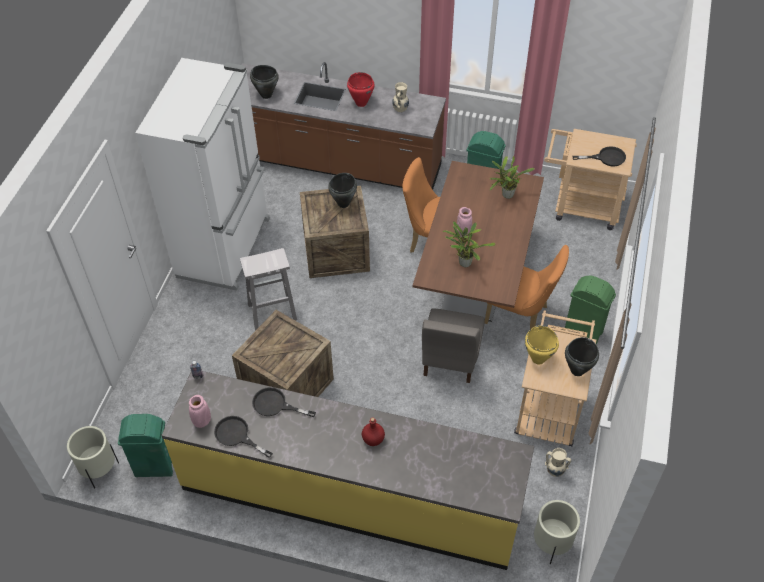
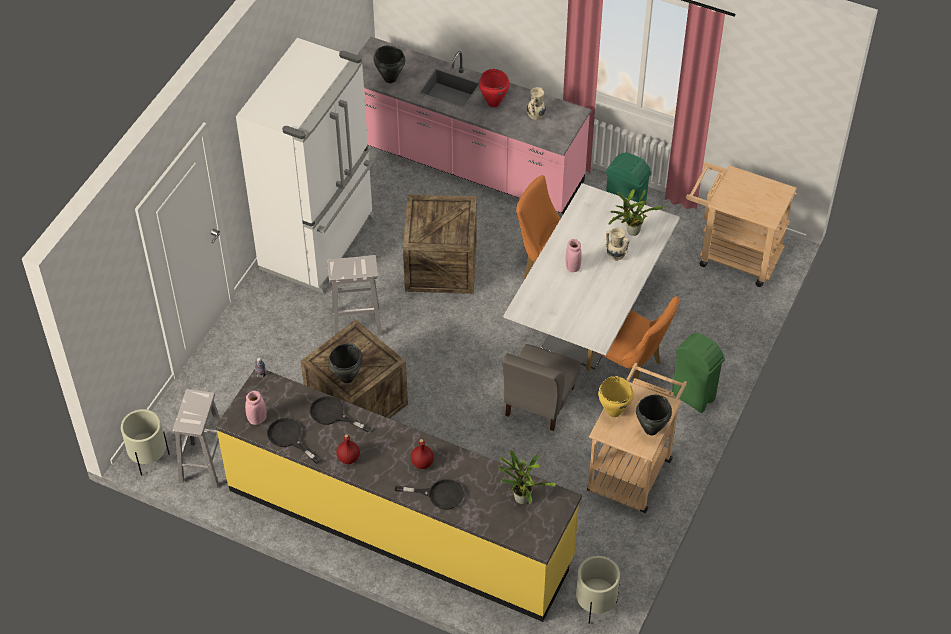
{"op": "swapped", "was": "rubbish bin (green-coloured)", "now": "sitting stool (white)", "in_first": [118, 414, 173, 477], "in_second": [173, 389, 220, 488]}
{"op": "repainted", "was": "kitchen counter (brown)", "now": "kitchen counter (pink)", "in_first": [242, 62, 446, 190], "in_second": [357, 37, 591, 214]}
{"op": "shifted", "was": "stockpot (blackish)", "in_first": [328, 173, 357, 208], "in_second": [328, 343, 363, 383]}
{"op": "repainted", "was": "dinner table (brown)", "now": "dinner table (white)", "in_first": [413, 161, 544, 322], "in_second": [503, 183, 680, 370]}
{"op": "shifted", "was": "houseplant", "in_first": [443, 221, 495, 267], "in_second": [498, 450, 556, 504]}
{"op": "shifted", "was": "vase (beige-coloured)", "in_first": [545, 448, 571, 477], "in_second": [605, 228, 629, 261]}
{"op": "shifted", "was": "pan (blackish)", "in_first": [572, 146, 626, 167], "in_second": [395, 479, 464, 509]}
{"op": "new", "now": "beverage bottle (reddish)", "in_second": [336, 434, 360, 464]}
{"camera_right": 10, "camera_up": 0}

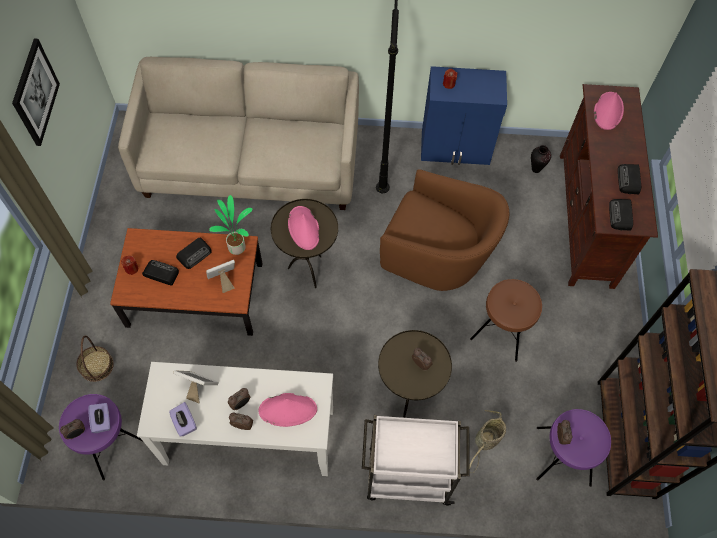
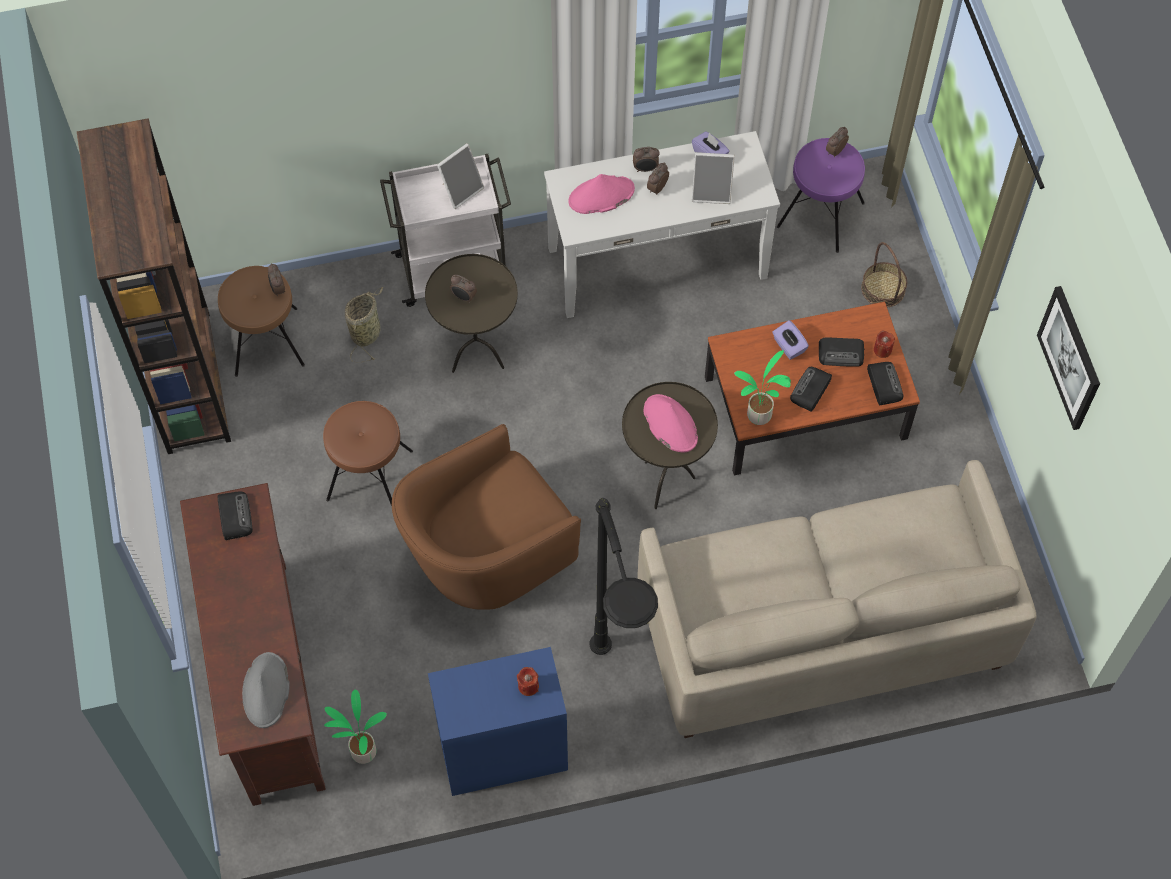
{"op": "shifted", "was": "tissue holder (purple-coloured)", "in_first": [88, 403, 110, 433], "in_second": [772, 320, 809, 360]}
{"op": "shifted", "was": "photo frame", "in_first": [206, 260, 235, 293], "in_second": [437, 143, 484, 209]}
{"op": "rotated", "was": "easy chair (brown)", "in_first": [380, 169, 509, 291], "in_second": [392, 424, 581, 610], "clockwise": -45}
{"op": "swapped", "was": "vase", "now": "houseplant", "in_first": [531, 145, 551, 173], "in_second": [324, 690, 387, 764]}
{"op": "repainted", "was": "sitting stool (purple-coloured)", "now": "sitting stool (brown)", "in_first": [536, 409, 611, 487], "in_second": [218, 266, 305, 377]}
{"op": "repainted", "was": "wearable hat (pink)", "now": "wearable hat (greyish)", "in_first": [594, 92, 624, 130], "in_second": [242, 652, 290, 728]}
{"op": "shifted", "was": "radio", "in_first": [618, 164, 641, 194], "in_second": [867, 362, 903, 405]}
{"camera_right": 165, "camera_up": 0}

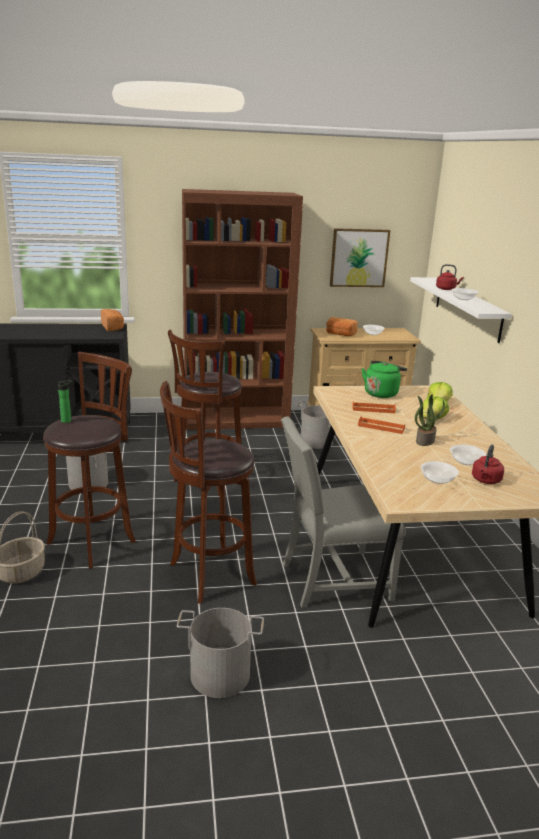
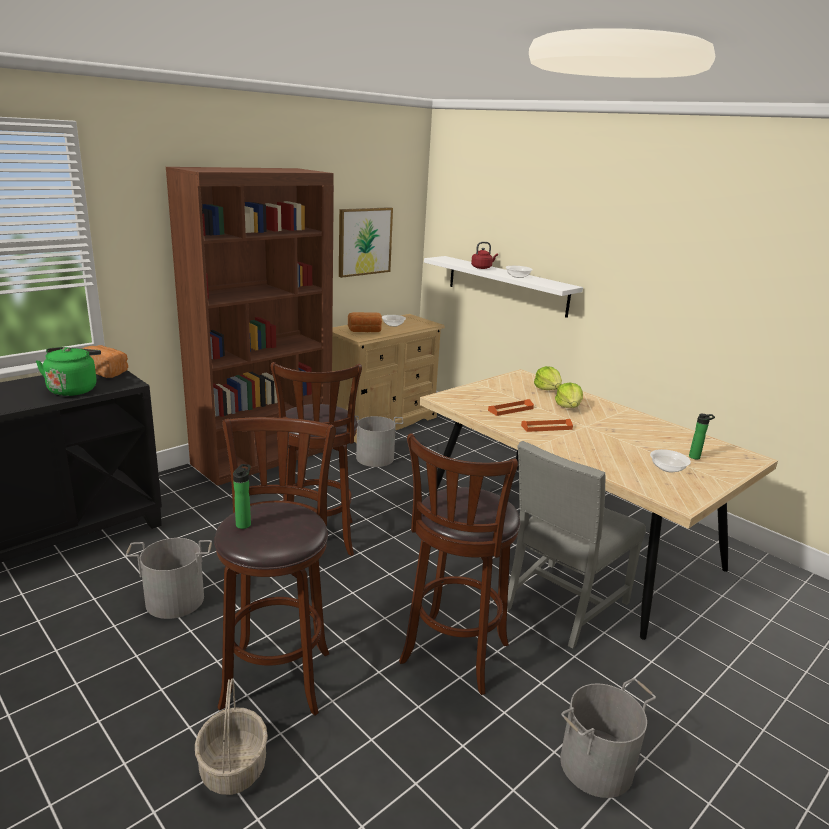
{"op": "shifted", "was": "tea kettle (green-coloured)", "in_first": [362, 361, 407, 398], "in_second": [36, 347, 101, 396]}
{"op": "gone", "was": "houseplant", "in_first": [415, 394, 445, 446]}
{"op": "gone", "was": "deep dish", "in_first": [450, 444, 486, 465]}
{"op": "swapped", "was": "tea kettle (reddish)", "now": "beverage bottle", "in_first": [472, 444, 504, 484], "in_second": [689, 414, 715, 459]}
{"camera_right": -35, "camera_up": 0}

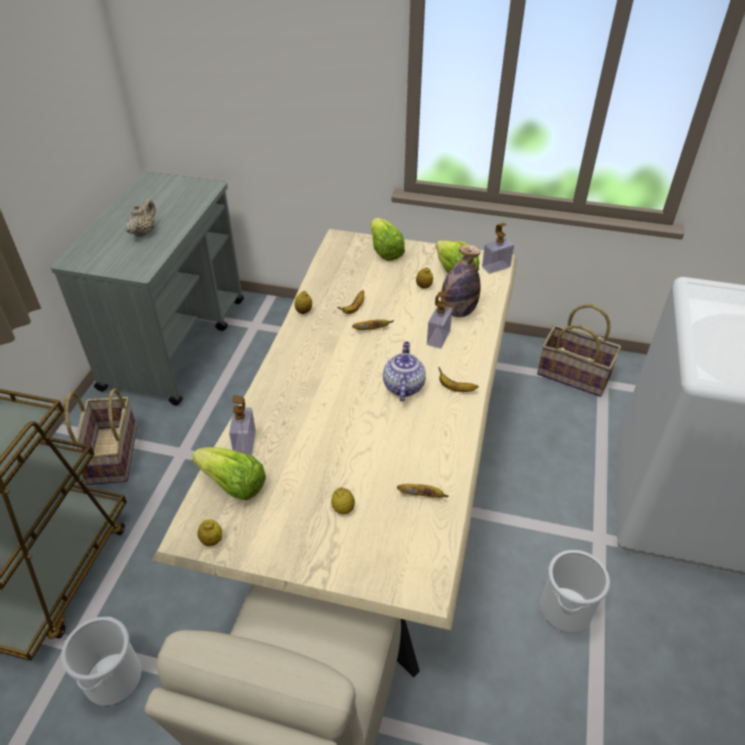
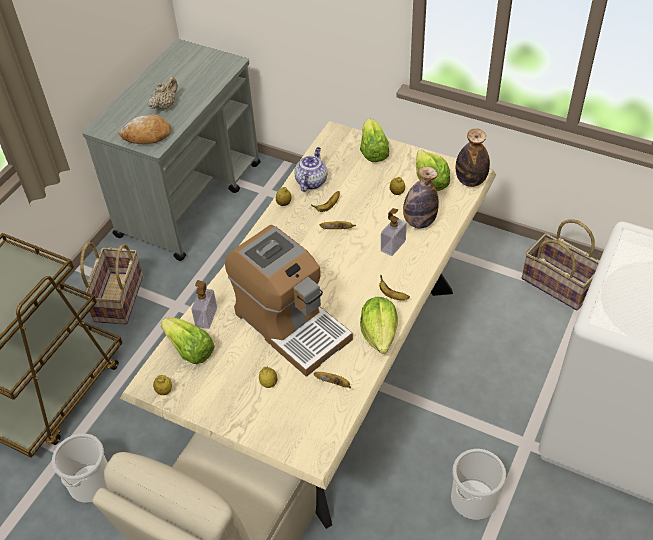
{"op": "shifted", "was": "pot for tea", "in_first": [383, 342, 426, 401], "in_second": [294, 147, 327, 192]}
{"op": "swapped", "was": "liquid soap bottle", "now": "beverage bottle", "in_first": [482, 223, 514, 274], "in_second": [456, 129, 490, 187]}
{"op": "new", "now": "baked bread", "in_second": [119, 115, 171, 144]}
{"op": "new", "now": "coffee brewer", "in_second": [225, 225, 353, 377]}
{"op": "new", "now": "lettuce", "in_second": [360, 297, 398, 354]}
{"camera_right": 15, "camera_up": 5}

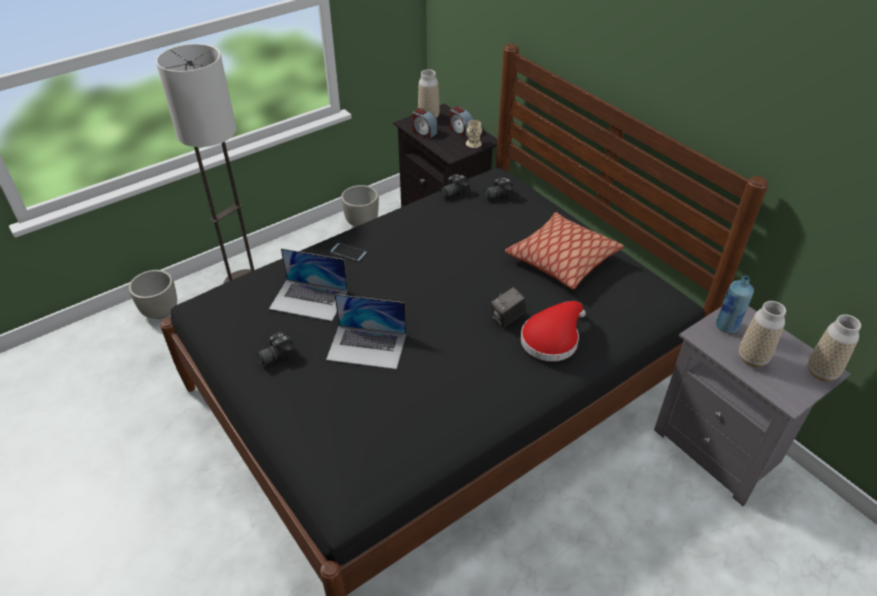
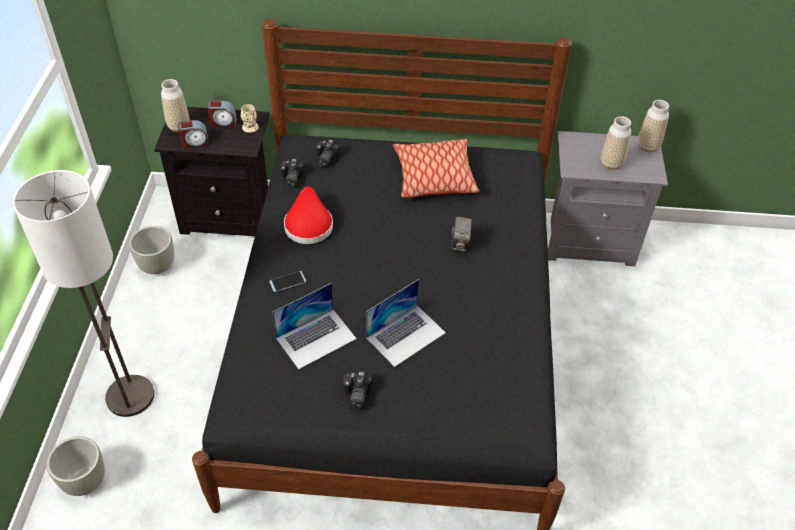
{"op": "shifted", "was": "wearable hat (reddish)", "in_first": [521, 301, 586, 362], "in_second": [284, 186, 333, 244]}
{"op": "gone", "was": "beverage bottle (blue-coloured)", "in_first": [716, 276, 754, 333]}
{"camera_right": -50, "camera_up": 5}

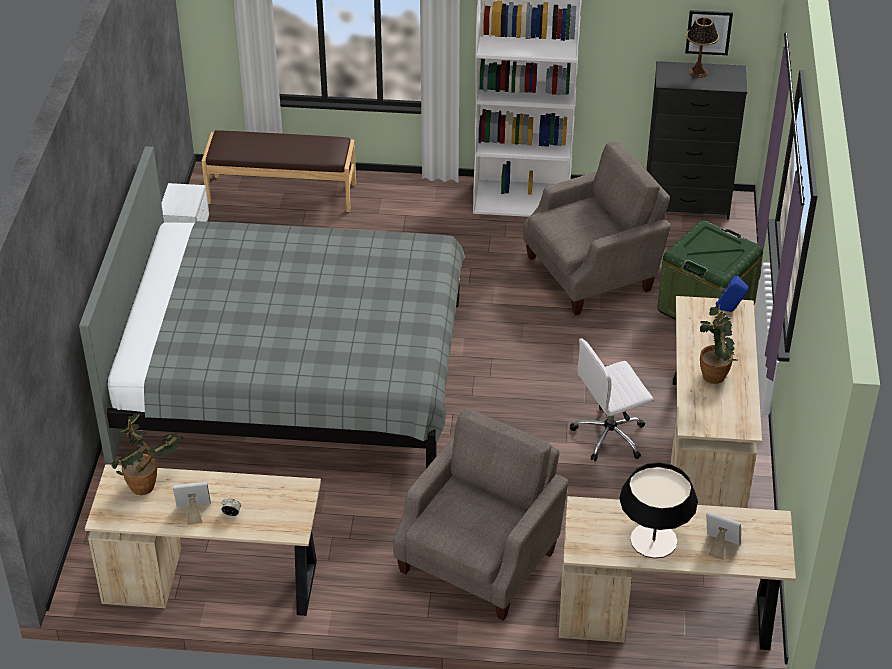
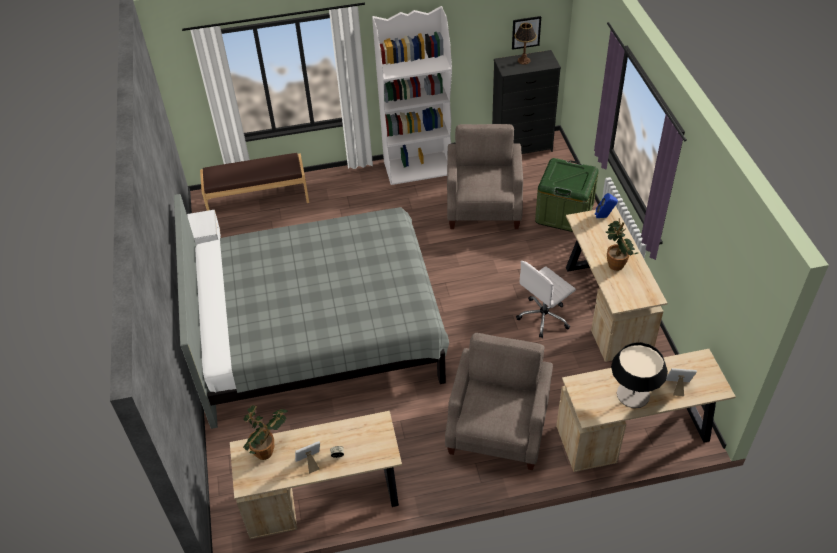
{"op": "rotated", "was": "easy chair (beige-coloured)", "in_first": [523, 142, 671, 316], "in_second": [447, 124, 523, 229], "clockwise": -45}
{"camera_right": -15, "camera_up": 5}

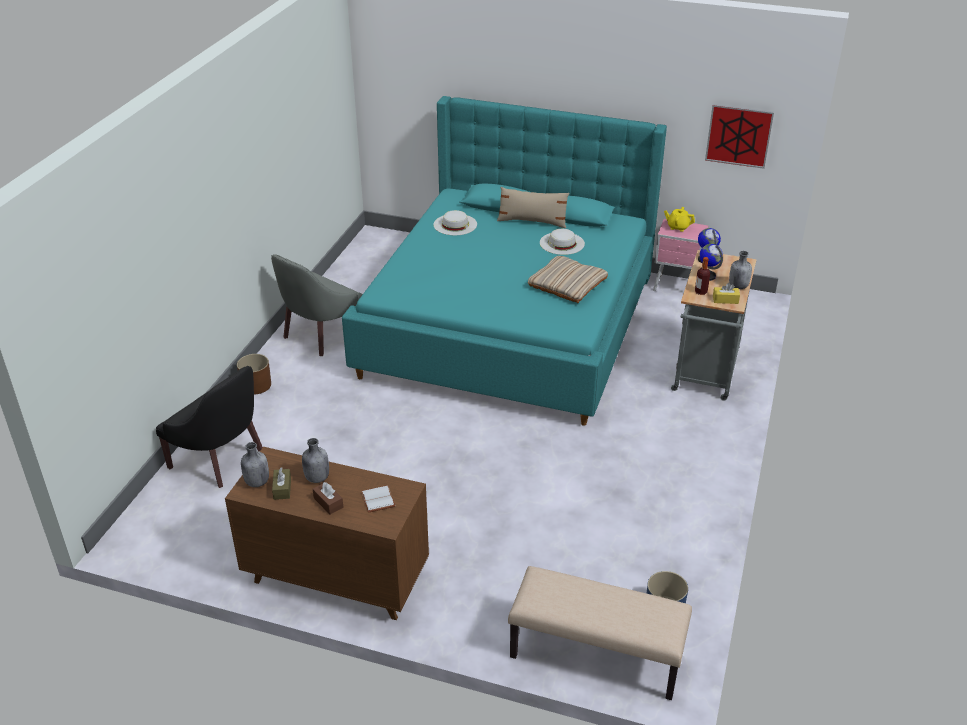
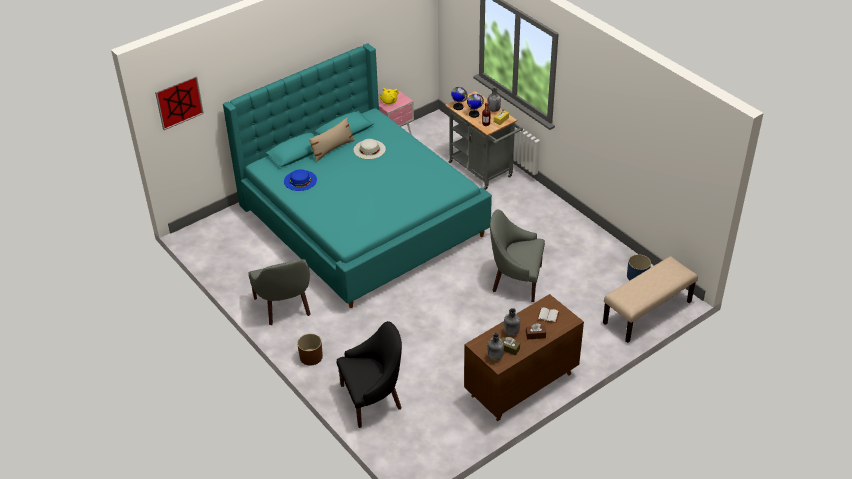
{"op": "repainted", "was": "wearable hat (white)", "now": "wearable hat (blue-coloured)", "in_first": [434, 210, 477, 235], "in_second": [284, 169, 317, 191]}
{"op": "gone", "was": "throw pillow (beige-coloured)", "in_first": [528, 256, 608, 303]}
{"op": "shifted", "was": "wall art", "in_first": [705, 104, 774, 169], "in_second": [155, 75, 204, 130]}
{"op": "new", "now": "easy chair (greyish)", "in_second": [490, 209, 545, 302]}
{"camera_right": -55, "camera_up": 5}

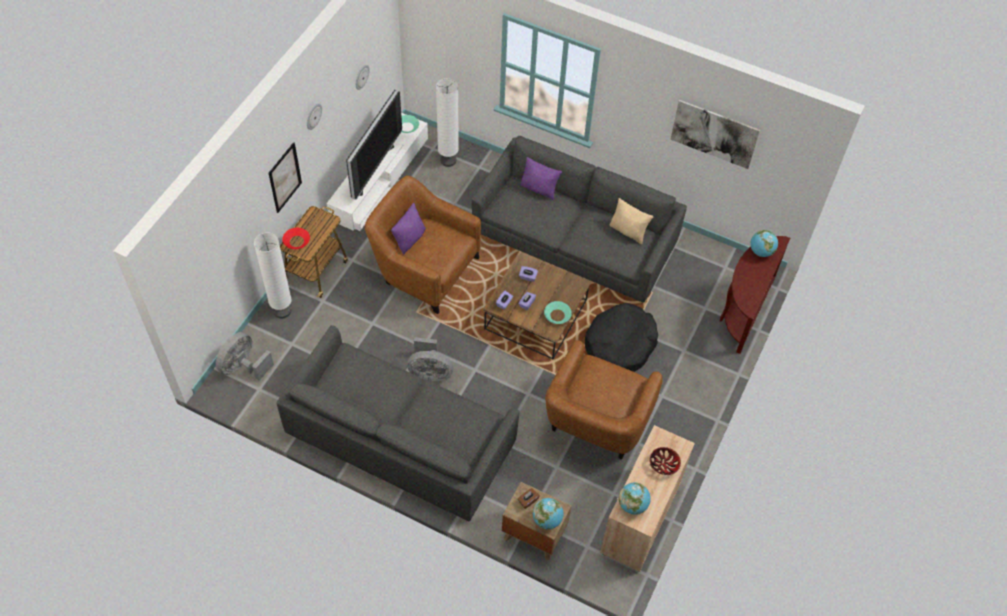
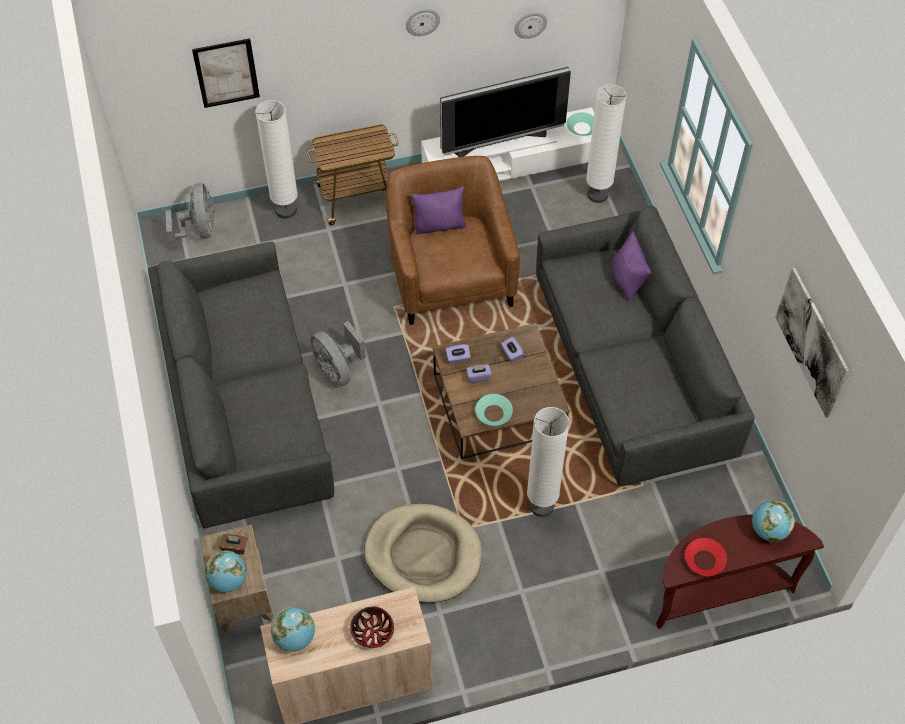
{"op": "rotated", "was": "fan (greyish)", "in_first": [216, 332, 274, 380], "in_second": [166, 183, 214, 250], "clockwise": 90}
{"op": "shifted", "was": "wall art", "in_first": [268, 142, 302, 213], "in_second": [192, 38, 260, 108]}
{"op": "shifted", "was": "deep dish (reddish)", "in_first": [282, 228, 310, 249], "in_second": [685, 538, 727, 576]}
{"op": "swapped", "was": "easy chair (brown)", "now": "dog cushion (beige-coloured)", "in_first": [545, 340, 663, 459], "in_second": [364, 504, 482, 603]}
{"op": "swapped", "was": "dog cushion (blackish)", "now": "standard lamp (white)", "in_first": [585, 303, 658, 372], "in_second": [527, 407, 569, 517]}
{"op": "gone", "was": "throw pillow (beige-coloured)", "in_first": [610, 198, 653, 244]}
{"camera_right": 50, "camera_up": 0}

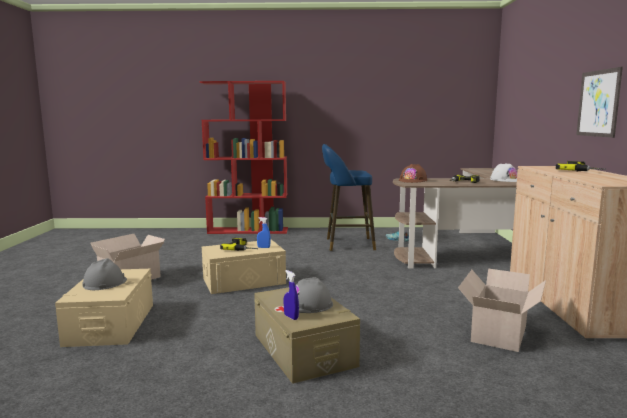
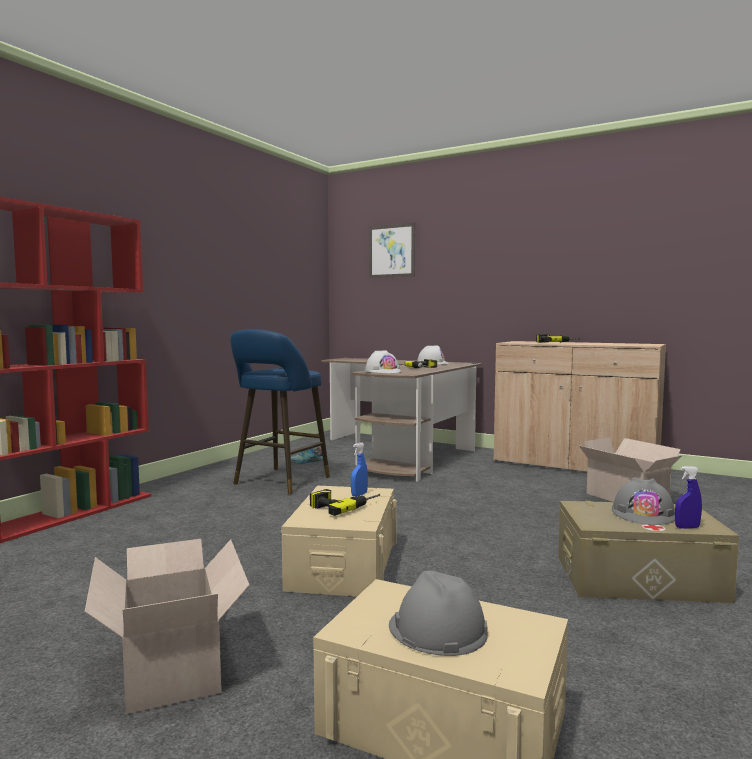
{"op": "repainted", "was": "hard hat (brown)", "now": "hard hat (white)", "in_first": [399, 164, 427, 183], "in_second": [365, 350, 401, 373]}
{"op": "shifted", "was": "wall art", "in_first": [576, 67, 623, 138], "in_second": [369, 223, 415, 278]}
{"camera_right": -60, "camera_up": -5}

